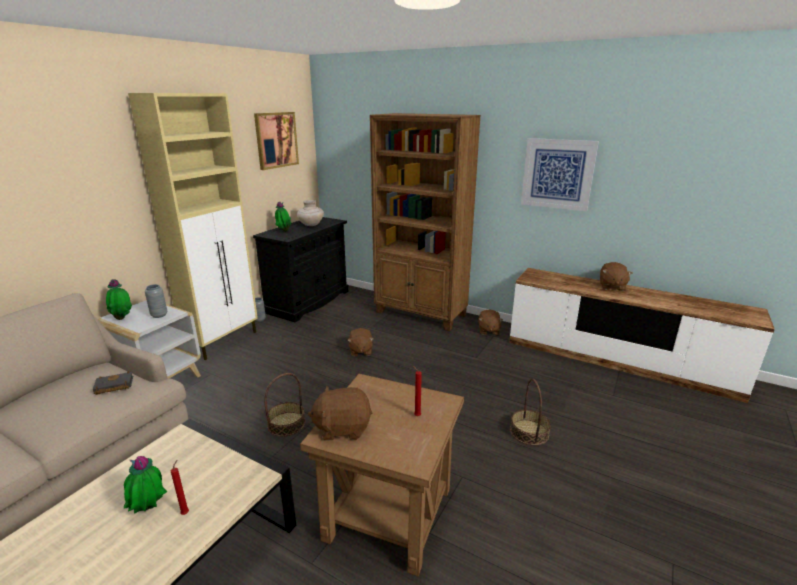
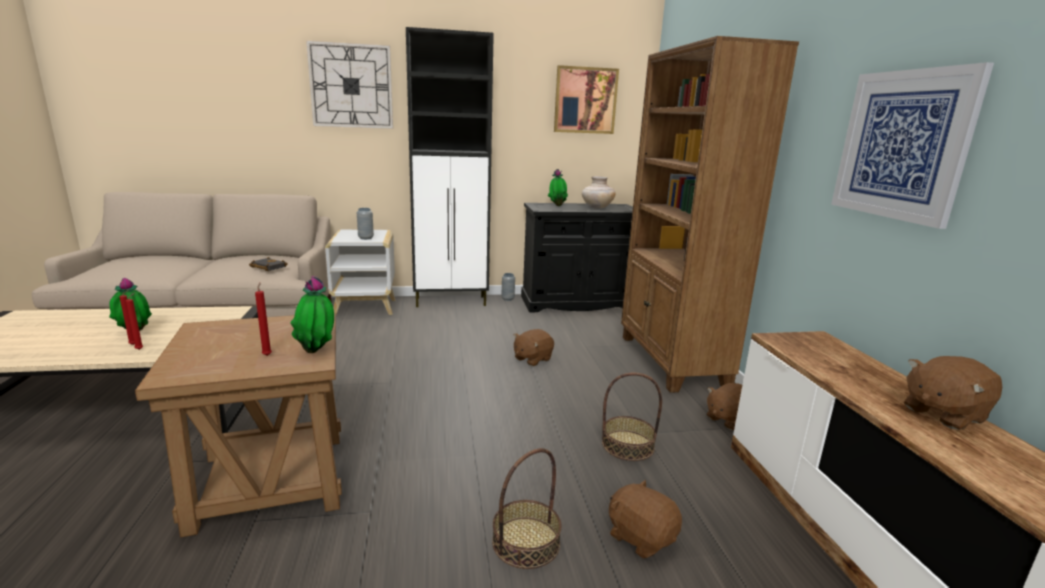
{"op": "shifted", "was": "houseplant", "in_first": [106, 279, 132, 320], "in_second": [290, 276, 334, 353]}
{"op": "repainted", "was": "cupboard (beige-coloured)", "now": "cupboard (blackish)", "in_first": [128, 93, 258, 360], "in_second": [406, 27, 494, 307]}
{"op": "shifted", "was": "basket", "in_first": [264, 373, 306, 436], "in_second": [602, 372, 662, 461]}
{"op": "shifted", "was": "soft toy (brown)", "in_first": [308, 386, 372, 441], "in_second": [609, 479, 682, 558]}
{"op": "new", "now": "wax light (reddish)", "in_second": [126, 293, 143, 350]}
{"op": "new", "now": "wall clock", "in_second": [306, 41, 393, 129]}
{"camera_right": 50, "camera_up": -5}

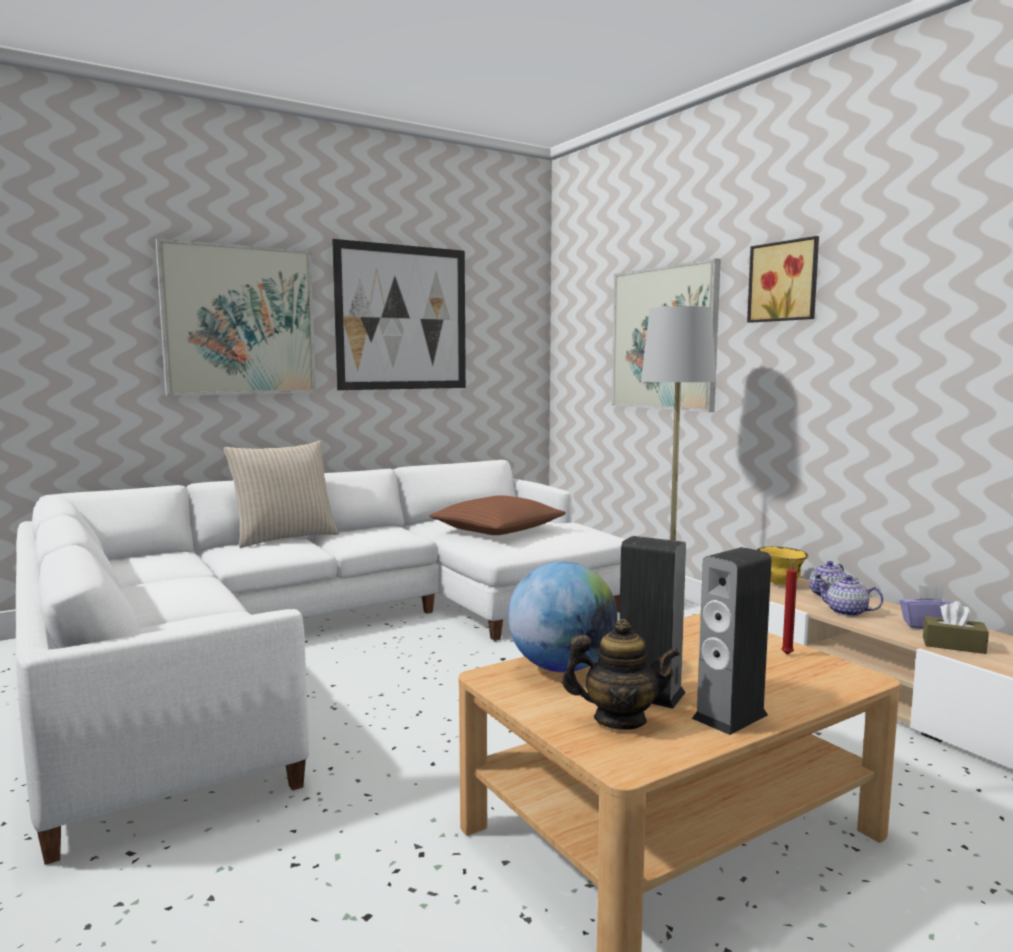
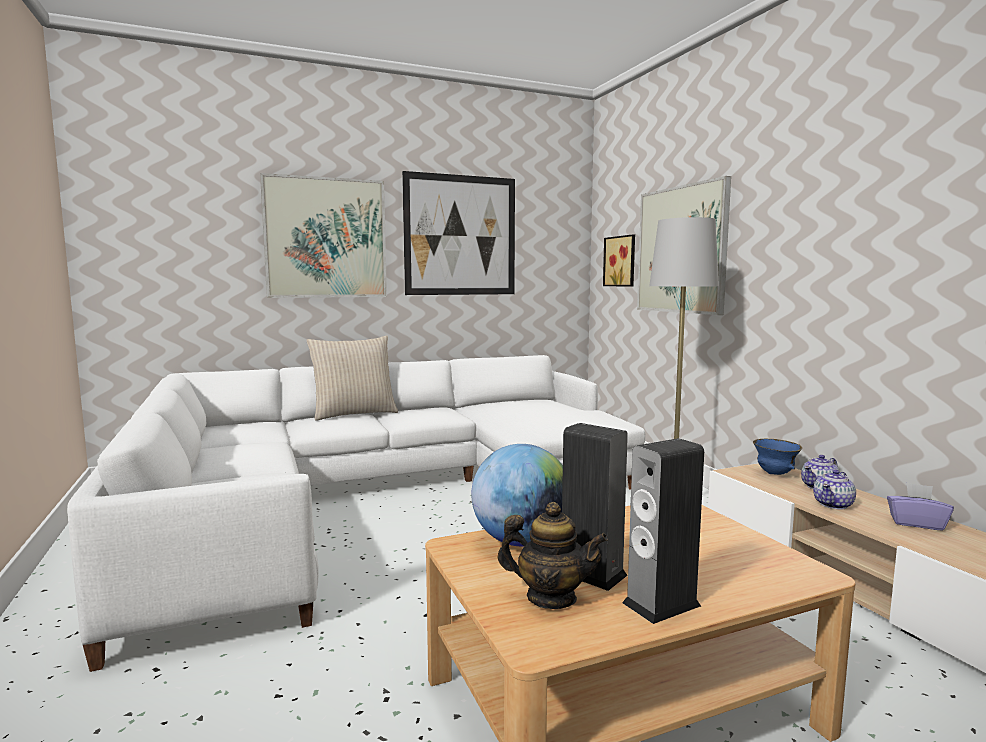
{"op": "gone", "was": "throw pillow (brown)", "in_first": [430, 495, 566, 535]}
{"op": "shifted", "was": "wall art", "in_first": [747, 236, 819, 323], "in_second": [603, 234, 635, 287]}
{"op": "repainted", "was": "deep dish (yellow-coloured)", "now": "deep dish (blue-coloured)", "in_first": [757, 546, 808, 585], "in_second": [753, 439, 802, 475]}
{"op": "gone", "was": "wax light (reddish)", "in_first": [781, 559, 797, 655]}
{"op": "rotated", "was": "pot for tea", "in_first": [815, 575, 883, 617], "in_second": [813, 470, 856, 509], "clockwise": -90}
{"op": "gone", "was": "tissue holder (brown)", "in_first": [923, 601, 989, 654]}
{"camera_right": 10, "camera_up": 0}

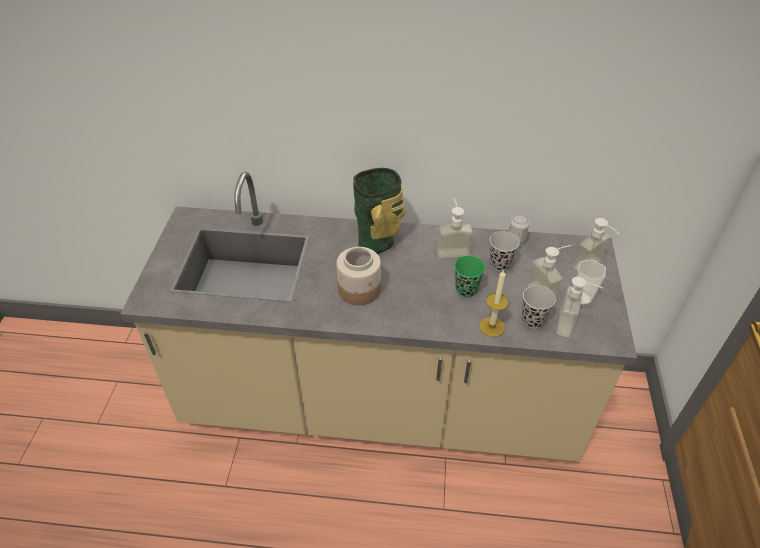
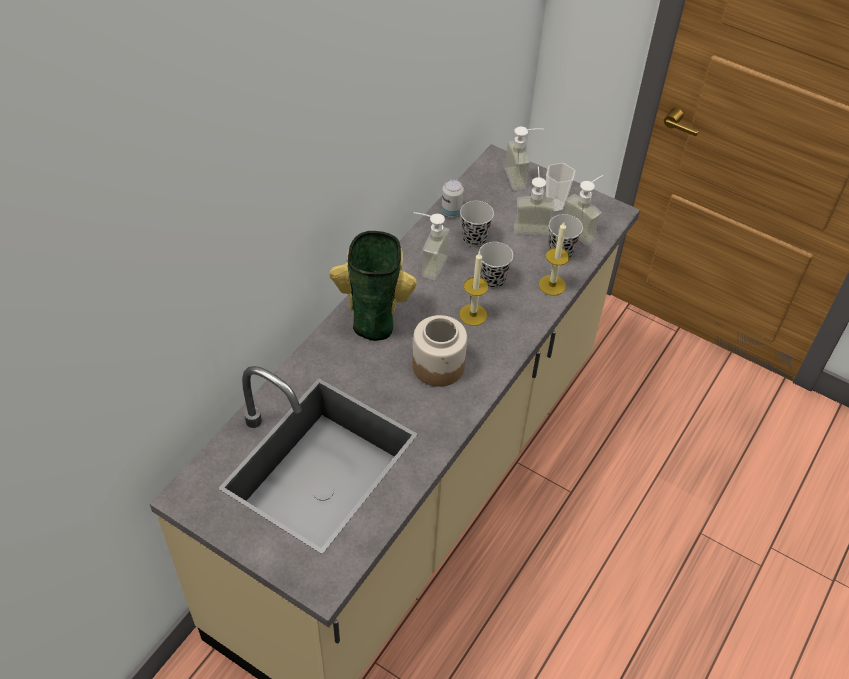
{"op": "repainted", "was": "cup (green-coloured)", "now": "cup (blackish)", "in_first": [454, 256, 485, 297], "in_second": [478, 242, 513, 289]}
{"op": "new", "now": "wax light", "in_second": [459, 251, 489, 326]}
{"camera_right": -65, "camera_up": 5}

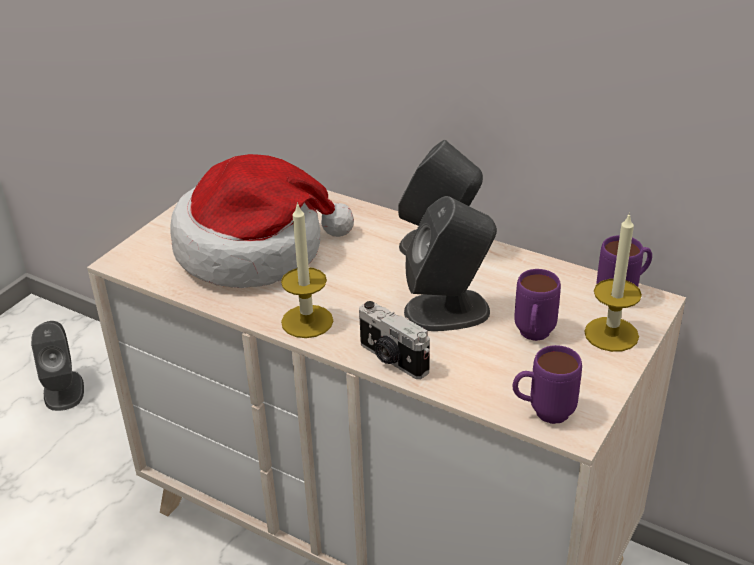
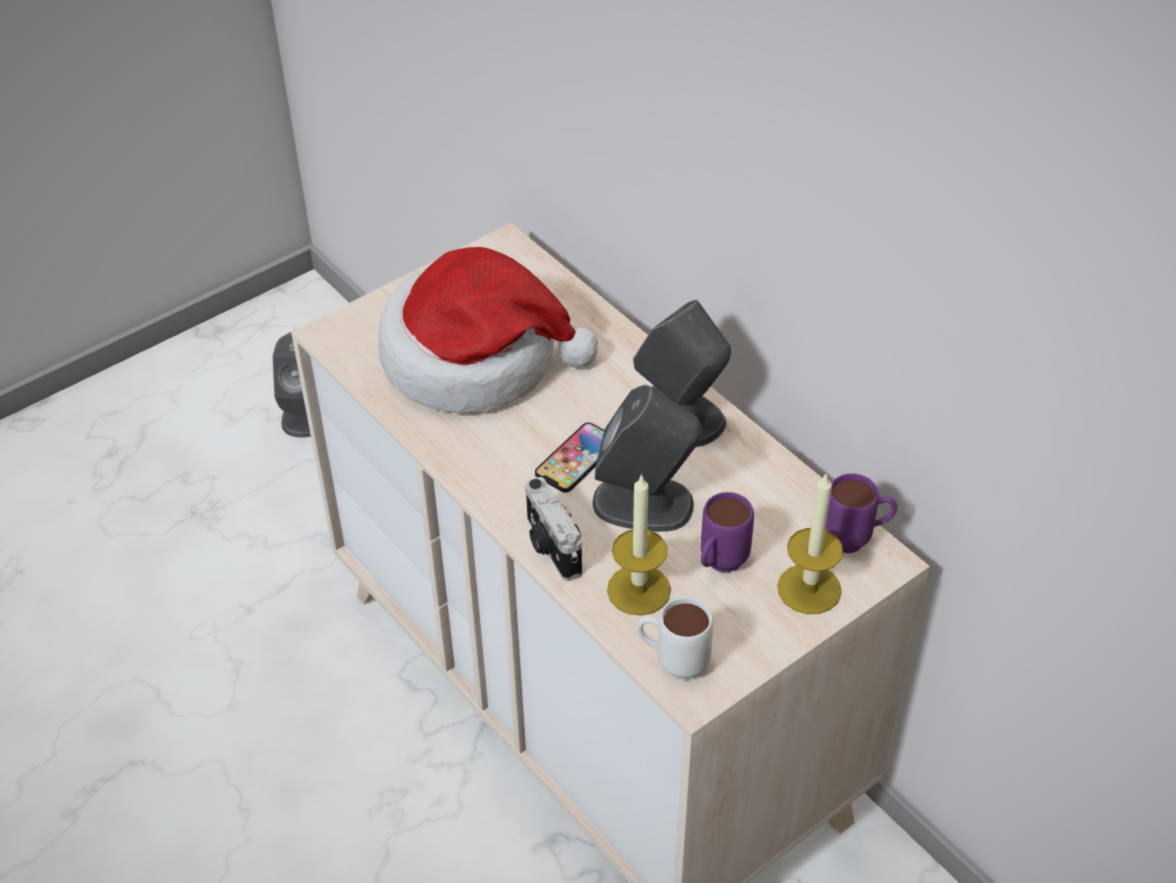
{"op": "shifted", "was": "wax light", "in_first": [281, 202, 333, 338], "in_second": [607, 474, 671, 616]}
{"op": "repainted", "was": "coffee mug (purple-coloured)", "now": "coffee mug (white)", "in_first": [513, 345, 582, 424], "in_second": [637, 597, 713, 681]}
{"op": "new", "now": "telephone", "in_second": [535, 422, 604, 493]}
{"camera_right": 20, "camera_up": 10}

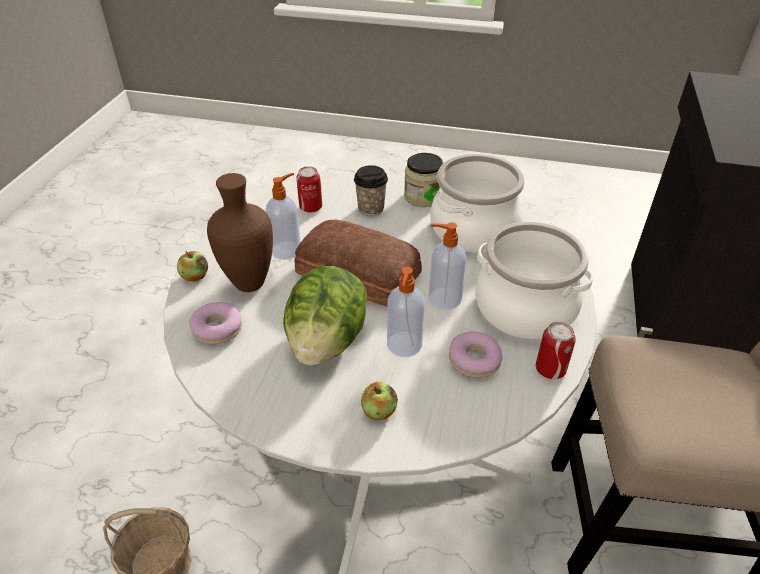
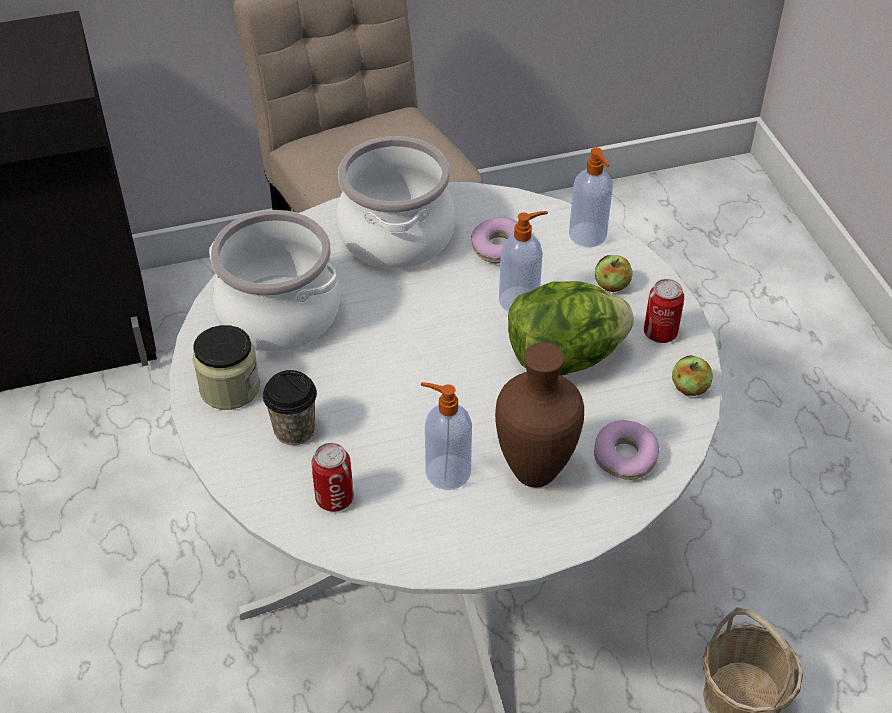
{"op": "shifted", "was": "apple", "in_first": [177, 251, 208, 282], "in_second": [672, 355, 713, 396]}
{"op": "gone", "was": "baked bread", "in_first": [294, 220, 422, 307]}
{"op": "shifted", "was": "liquid soap bottle", "in_first": [429, 223, 467, 310], "in_second": [569, 147, 613, 247]}
{"op": "shifted", "was": "can", "in_first": [536, 322, 576, 379], "in_second": [644, 279, 684, 343]}
{"camera_right": -120, "camera_up": 5}

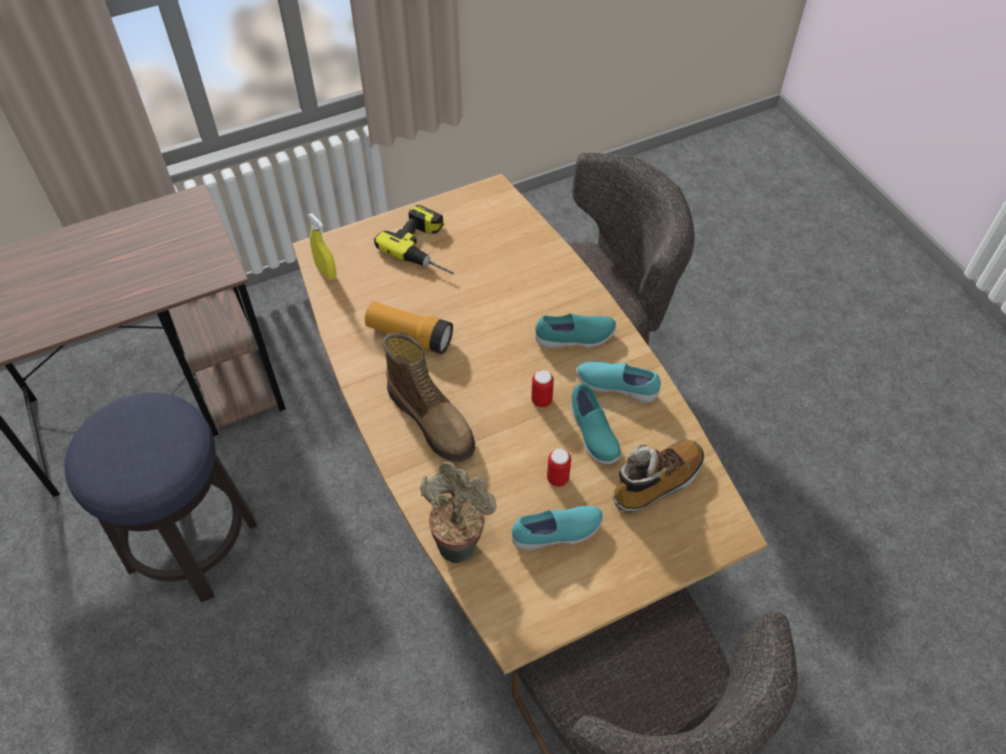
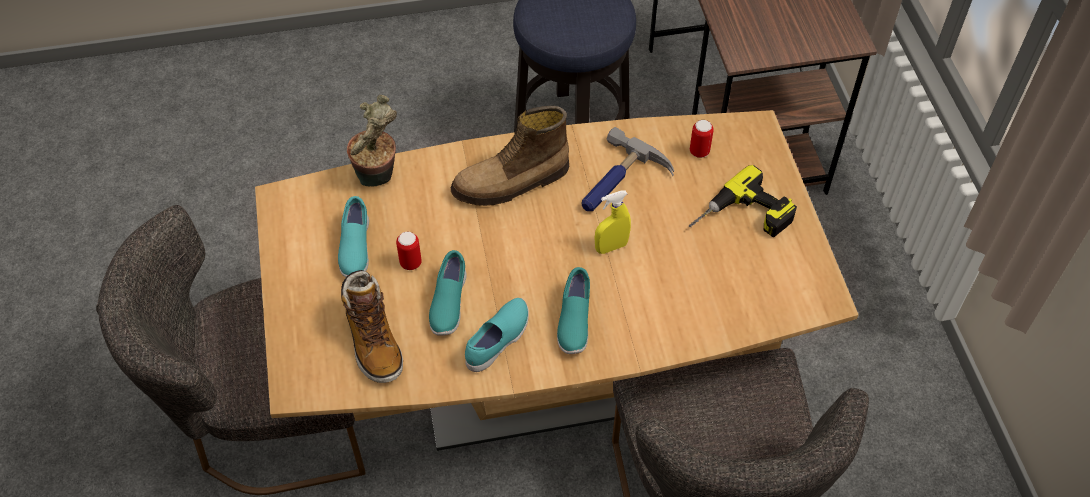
{"op": "shifted", "was": "sprayer (yellow-coloured)", "in_first": [308, 213, 337, 280], "in_second": [595, 190, 631, 254]}
{"op": "swapped", "was": "flashlight", "now": "tool hammer", "in_first": [365, 302, 453, 354], "in_second": [582, 127, 674, 211]}
{"op": "shifted", "was": "can", "in_first": [531, 370, 554, 407], "in_second": [690, 120, 714, 158]}
{"op": "rotated", "was": "item of footwear (blue-green)", "in_first": [571, 383, 621, 464], "in_second": [429, 250, 467, 336], "clockwise": -75}
{"camera_right": 105, "camera_up": 0}

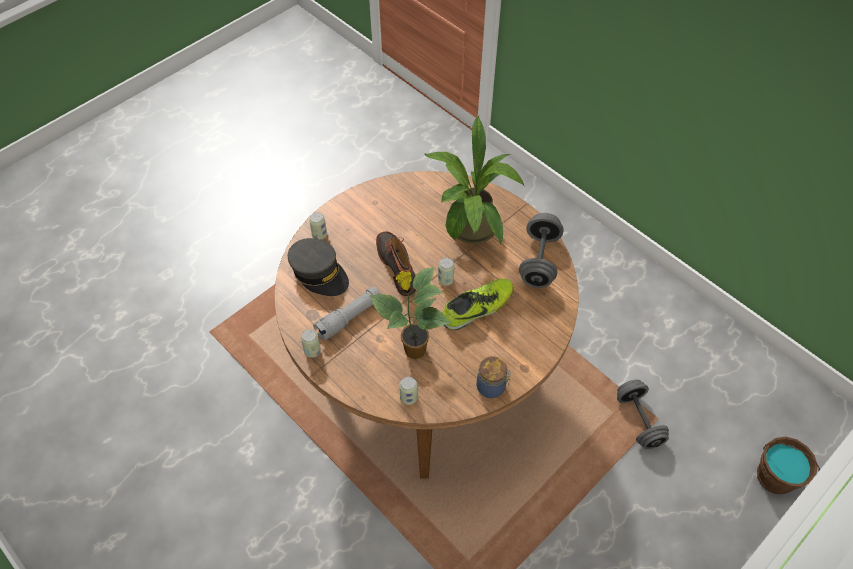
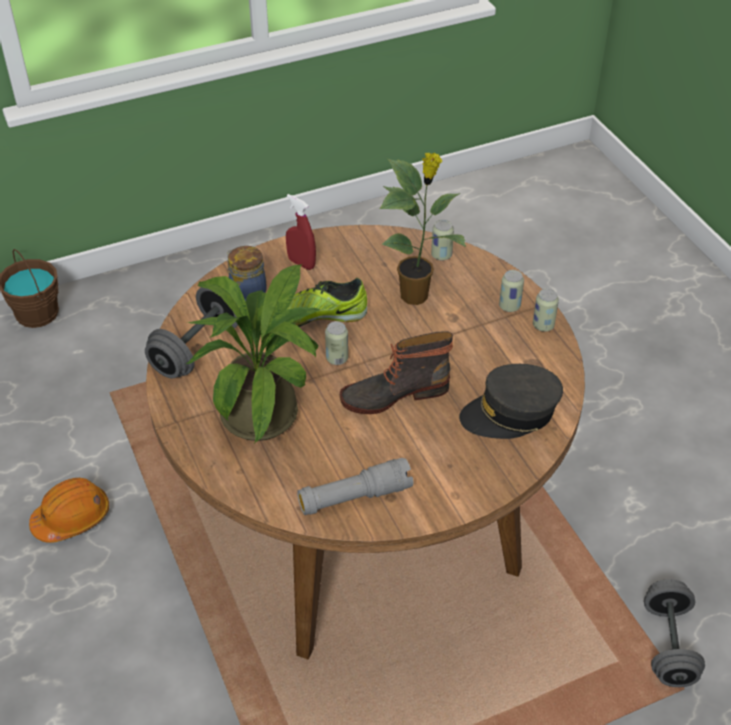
{"op": "rotated", "was": "baseball cap (greyish)", "in_first": [288, 238, 349, 296], "in_second": [459, 364, 563, 439], "clockwise": -75}
{"op": "shifted", "was": "can", "in_first": [309, 212, 327, 240], "in_second": [499, 270, 524, 312]}
{"op": "shifted", "was": "flashlight (greyish)", "in_first": [313, 286, 380, 340], "in_second": [297, 458, 413, 515]}
{"op": "rotated", "was": "tall boot", "in_first": [376, 232, 416, 296], "in_second": [339, 331, 453, 414], "clockwise": 75}
{"op": "shifted", "was": "preserve jar", "in_first": [476, 356, 511, 398], "in_second": [227, 246, 267, 301]}
{"op": "shifted", "was": "dumbbell (greyish)", "in_first": [617, 380, 669, 449], "in_second": [644, 579, 705, 687]}
{"op": "new", "now": "hard hat (orange-coloured)", "in_second": [29, 478, 109, 543]}
{"op": "new", "now": "sprayer (reddish)", "in_second": [286, 194, 316, 270]}
{"camera_right": -160, "camera_up": -10}

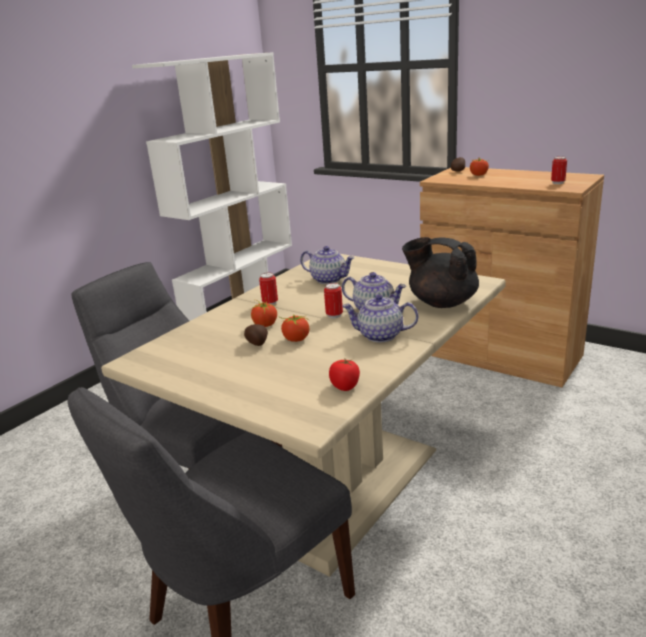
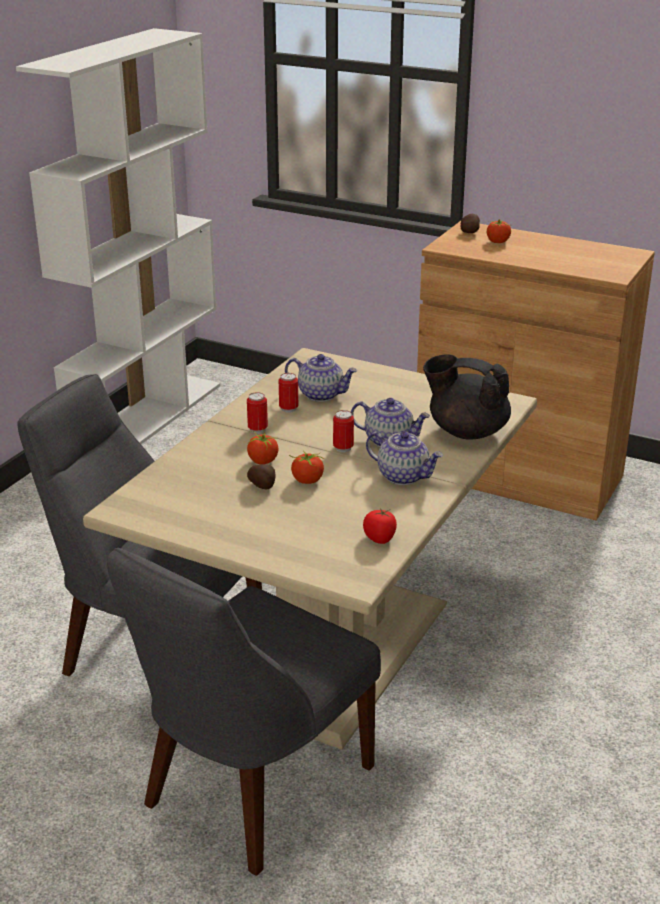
{"op": "rotated", "was": "pot for tea", "in_first": [342, 294, 418, 342], "in_second": [366, 432, 443, 485], "clockwise": -150}
{"op": "shifted", "was": "can", "in_first": [551, 156, 567, 184], "in_second": [279, 373, 298, 413]}
{"camera_right": -10, "camera_up": 5}

